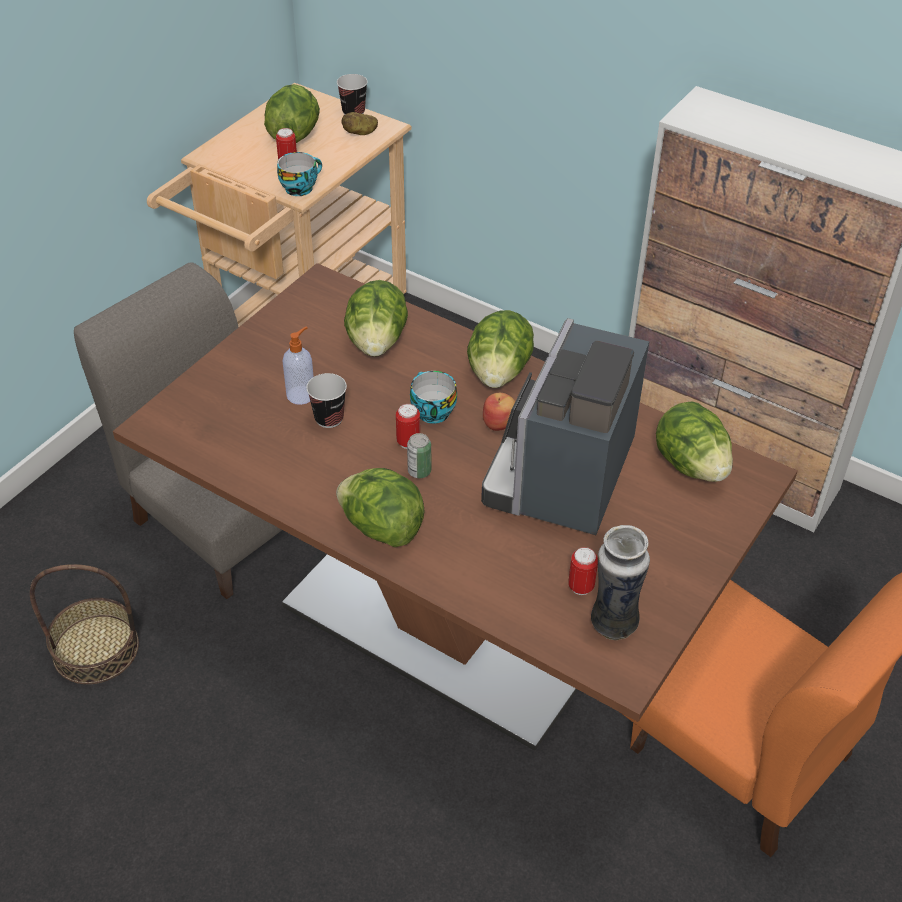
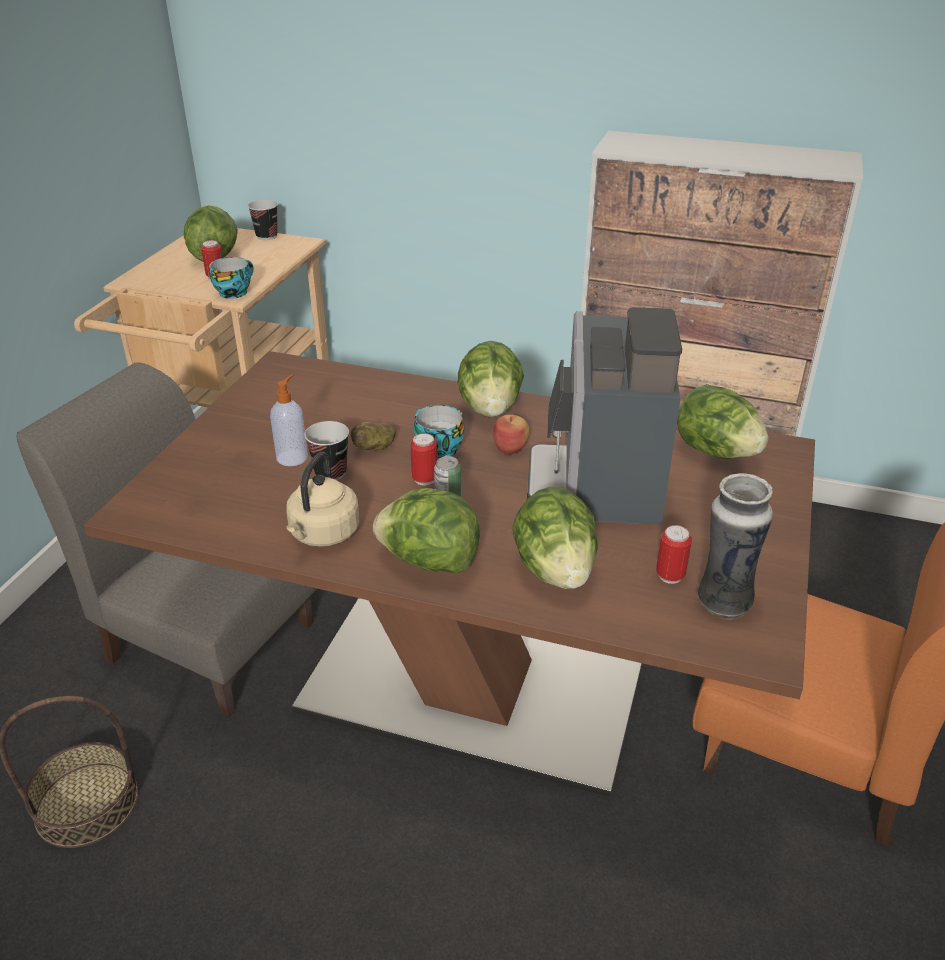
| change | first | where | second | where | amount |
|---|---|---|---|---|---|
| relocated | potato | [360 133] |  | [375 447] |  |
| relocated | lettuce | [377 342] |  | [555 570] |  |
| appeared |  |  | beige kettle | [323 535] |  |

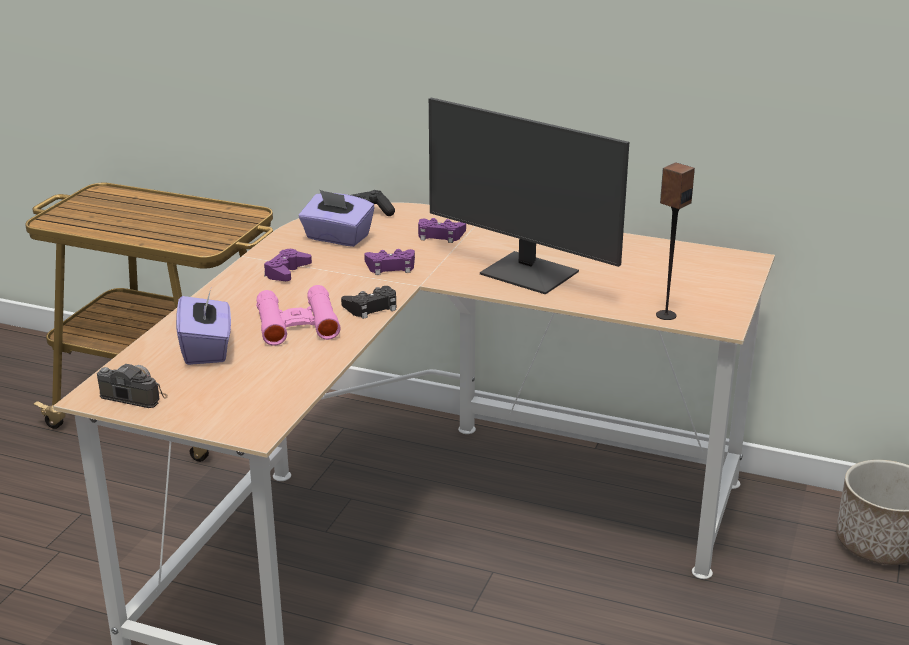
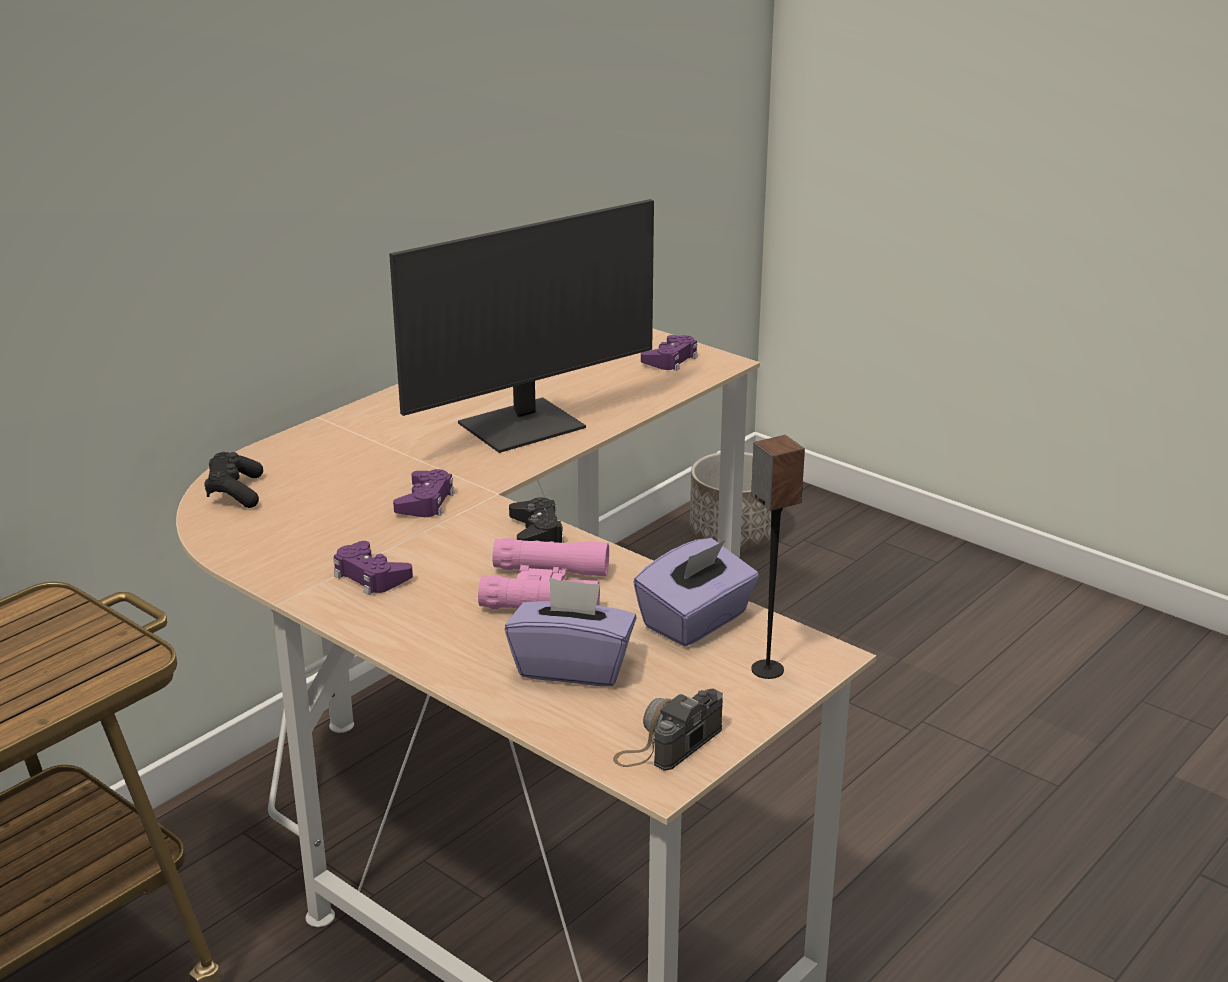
| change | first | where | second | where | amount |
|---|---|---|---|---|---|
| relocated | purple tissue box | [337 238] |  | [696 621] |  |
| relocated | purple game controller | [440 235] |  | [670 359] |  |
| relocated | speaker | [665 315] |  | [766 670] |  |

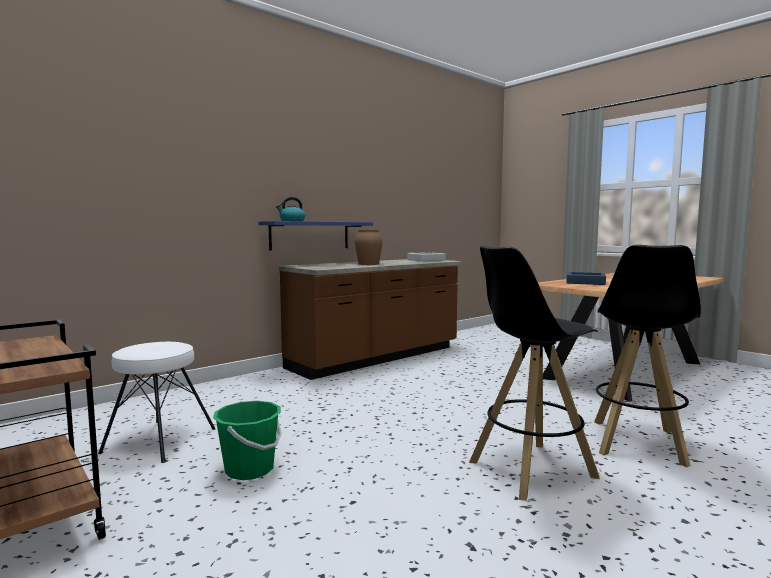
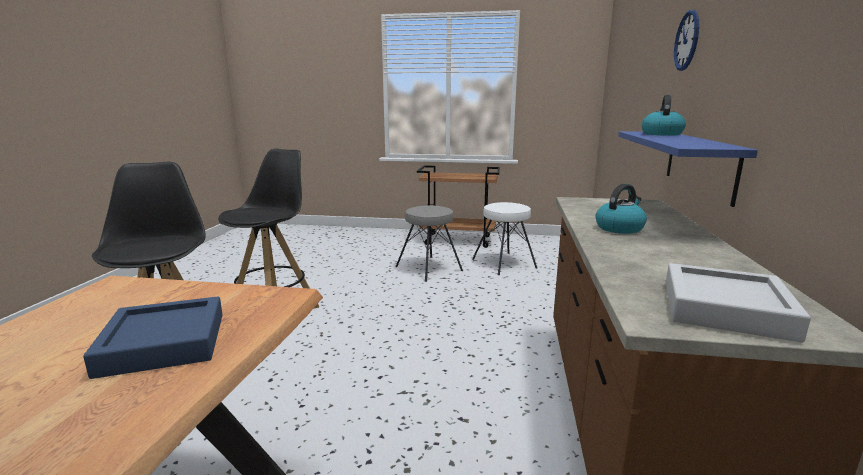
| change | first | where | second | where | amount |
|---|---|---|---|---|---|
| exchanged | green bucket | [249 469] | grey stool | [429 268] |  |
| exchanged | brown vase | [368 264] | kettle | [619 228] |  |
| appeared |  |  | wall clock | [687 40] |  |

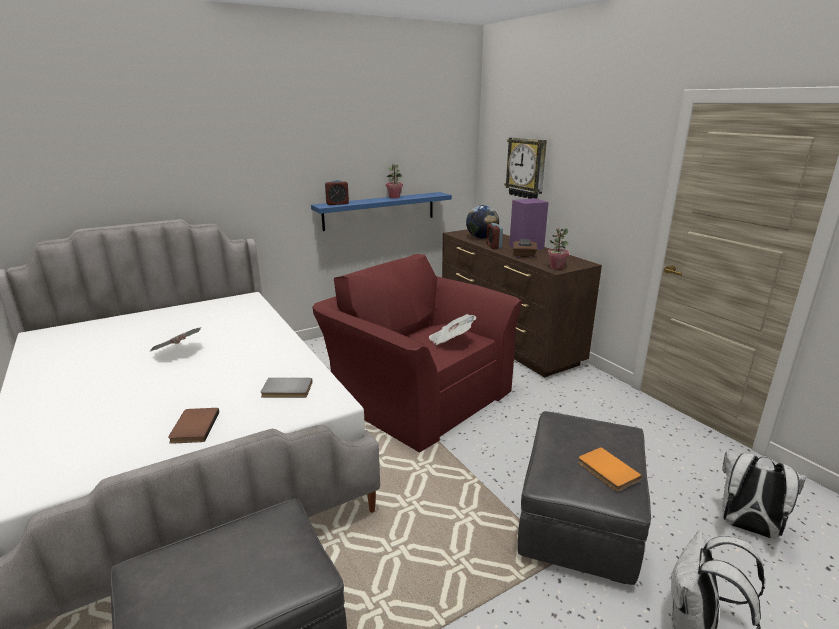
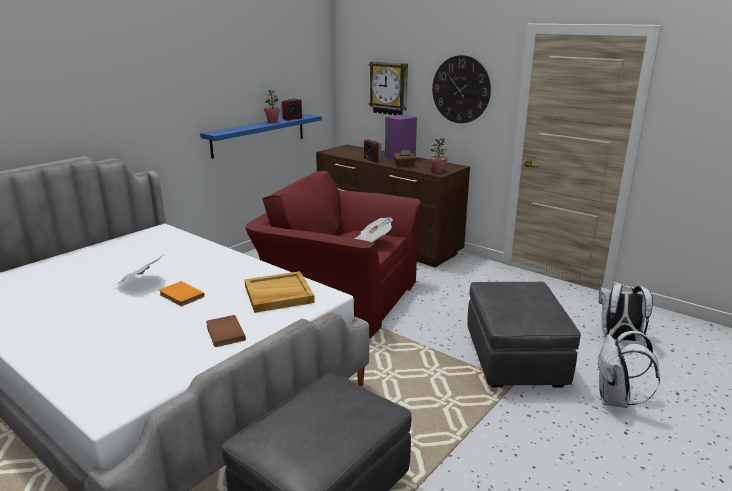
| change | first | where | second | where | amount |
|---|---|---|---|---|---|
| exchanged | grey book | [286 390] | beige tray | [278 294] |  |
| relocated | alarm clock | [337 204] |  | [292 119] |  |
| missing | globe | [481 238] |  |  |  |
| relocated | orange book | [606 471] |  | [180 296] |  |
| appeared |  |  | wall clock | [461 89] |  |

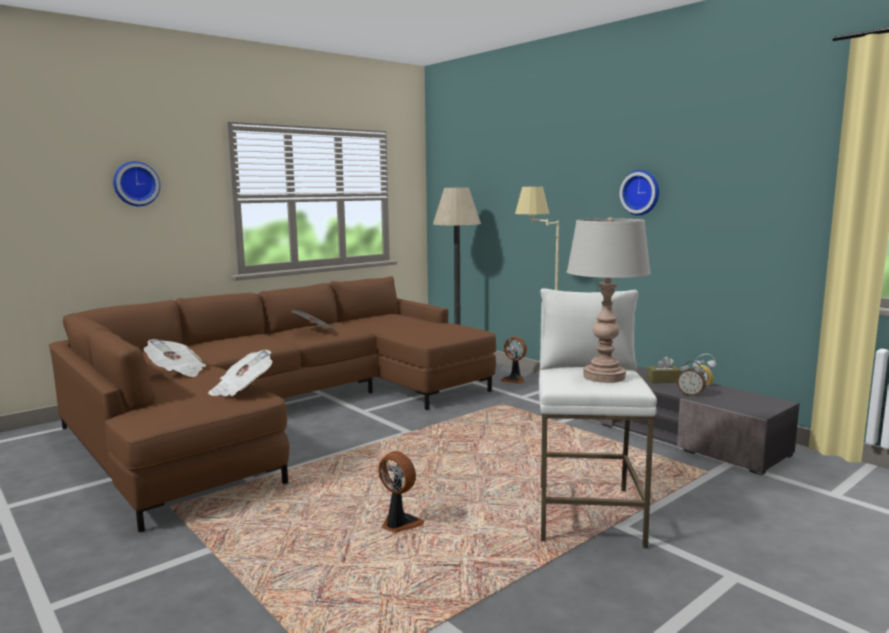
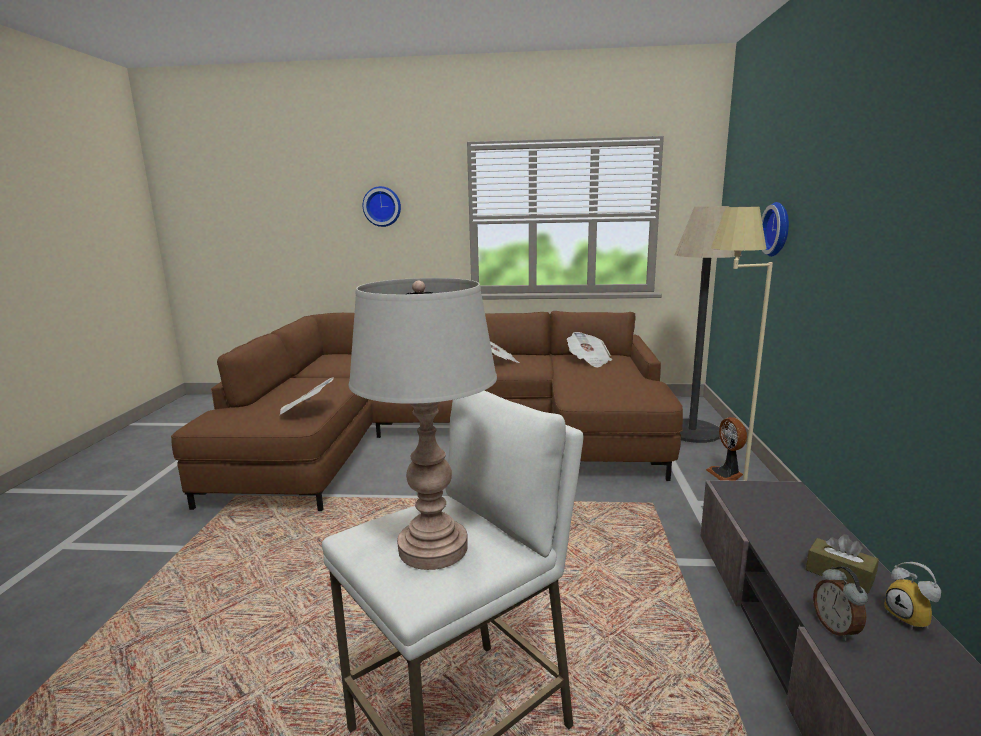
| change | first | where | second | where | amount |
|---|---|---|---|---|---|
| relocated | newspaper | [177 372] |  | [588 361] |  |
| missing | fan | [399 524] |  |  |  |
| relocated | wall clock | [641 192] |  | [778 229] |  |

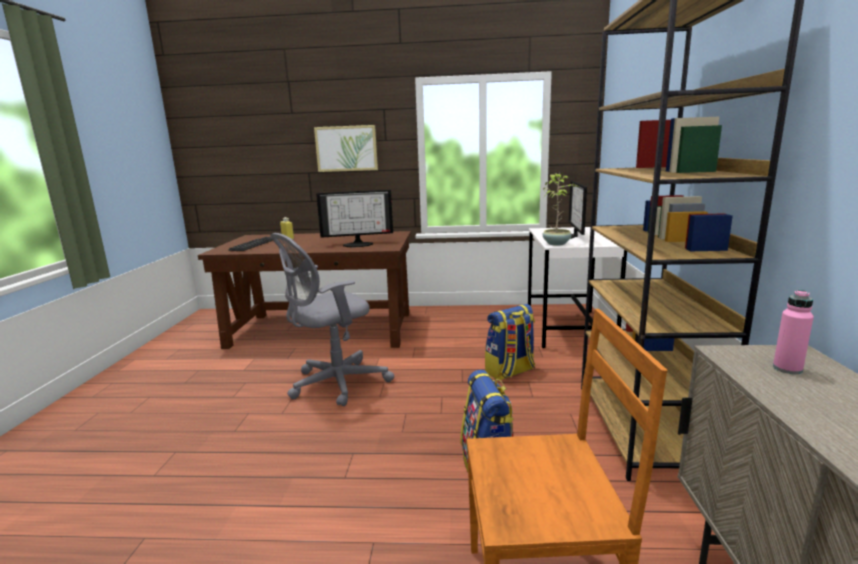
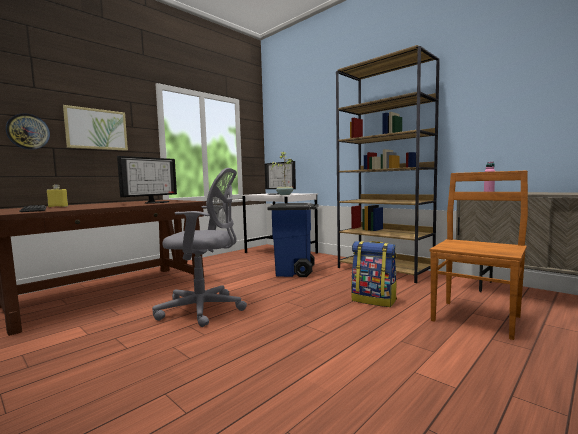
| change | first | where | second | where | amount |
|---|---|---|---|---|---|
| spun | grey office chair | [334 384] |  | [205 309] | 90 degrees counterclockwise |
| exchanged | backpack | [510 372] | blue trash can | [295 272] |  |
| appeared |  |  | wall clock | [28 131] |  |

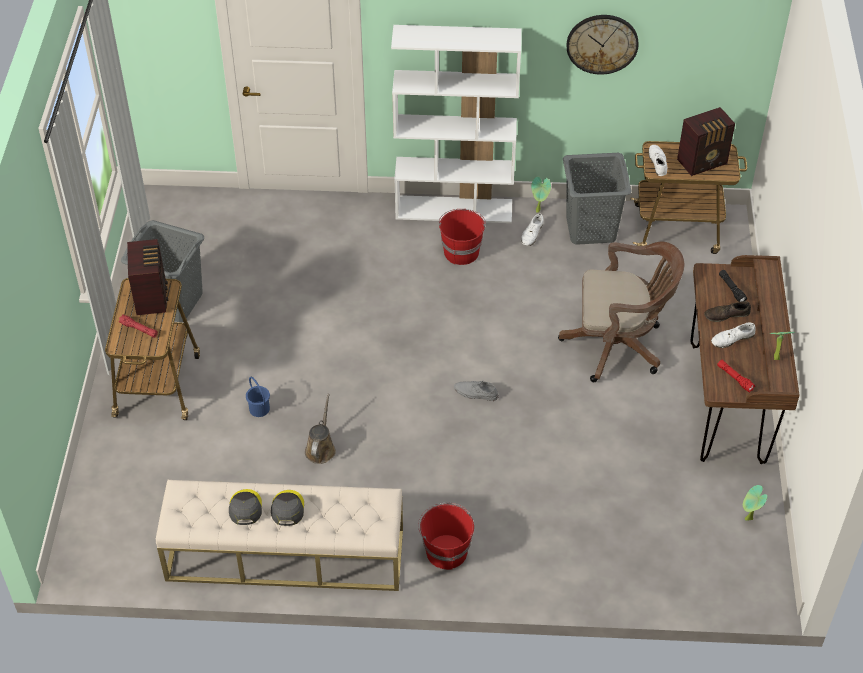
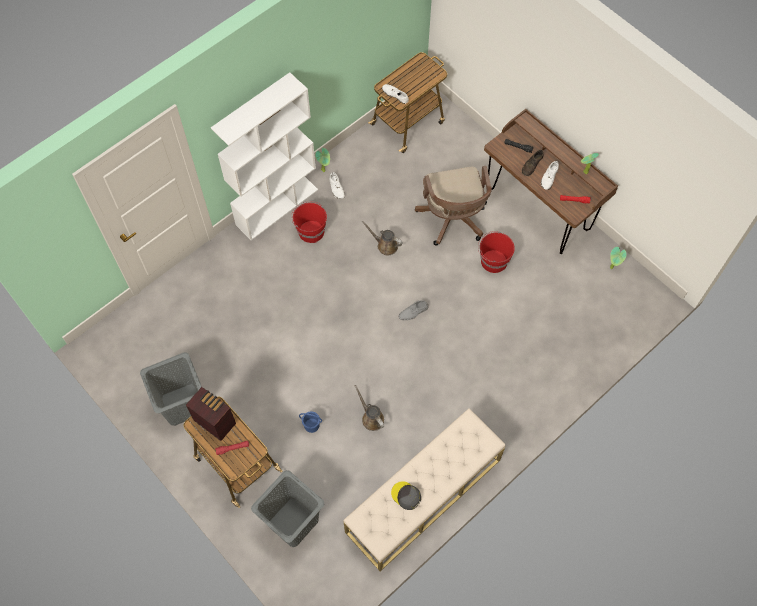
| change | first | where | second | where | amount |
|---|---|---|---|---|---|
| missing | grey cap | [287 508] |  |  |  |
| relocated | red bucket | [446 551] |  | [493 261] |  |
| spun | brown office chair | [618 345] |  | [453 220] | 120 degrees clockwise |
| relocated | grey laundry basket | [590 228] |  | [292 521] |  |
| missing | wall clock | [602 43] |  |  |  |
| missing | radio | [703 162] |  |  |  |
| appeared |  |  | brown watering can | [385 245] |  |

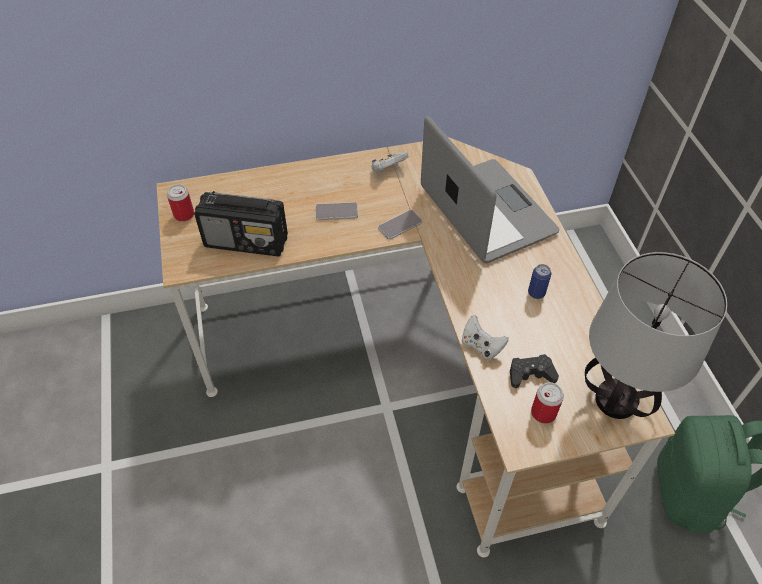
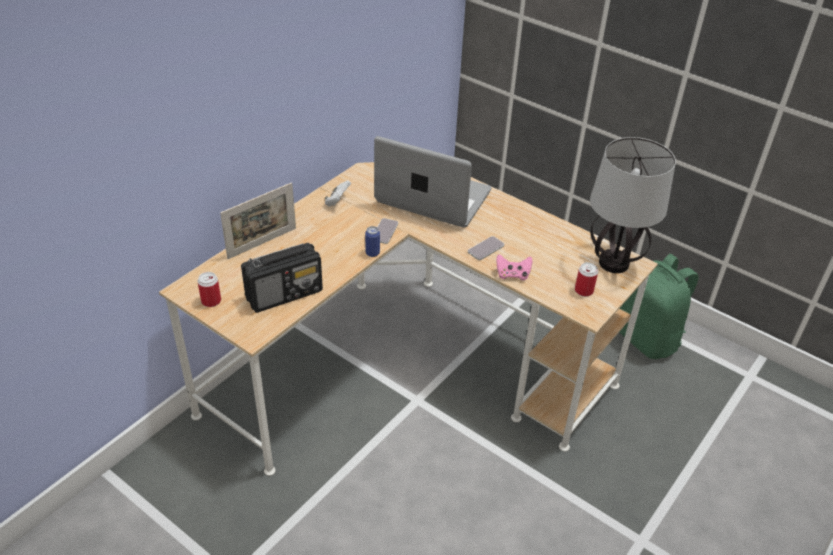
| change | first | where | second | where | amount |
|---|---|---|---|---|---|
| relocated | phone | [336 212] |  | [486 249] |  |
| colour | white game controller | [481 346] | pink game controller | [512 275] |  |
| missing | black game controller | [530 374] |  |  |  |
| relocated | can | [536 293] |  | [372 253] |  |
| appeared |  |  | picture frame | [262 243] |  |

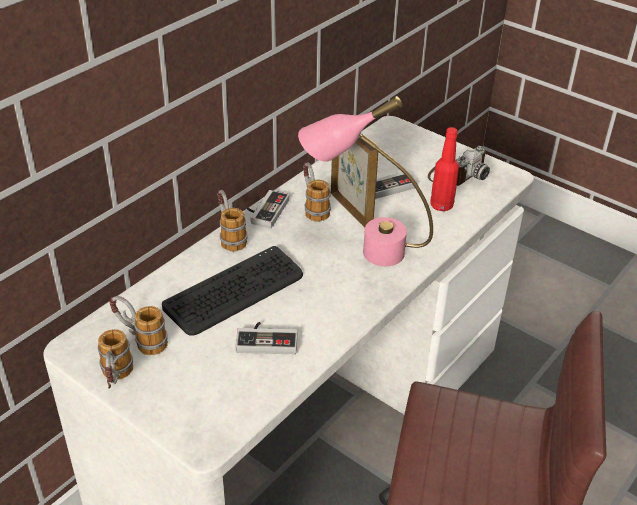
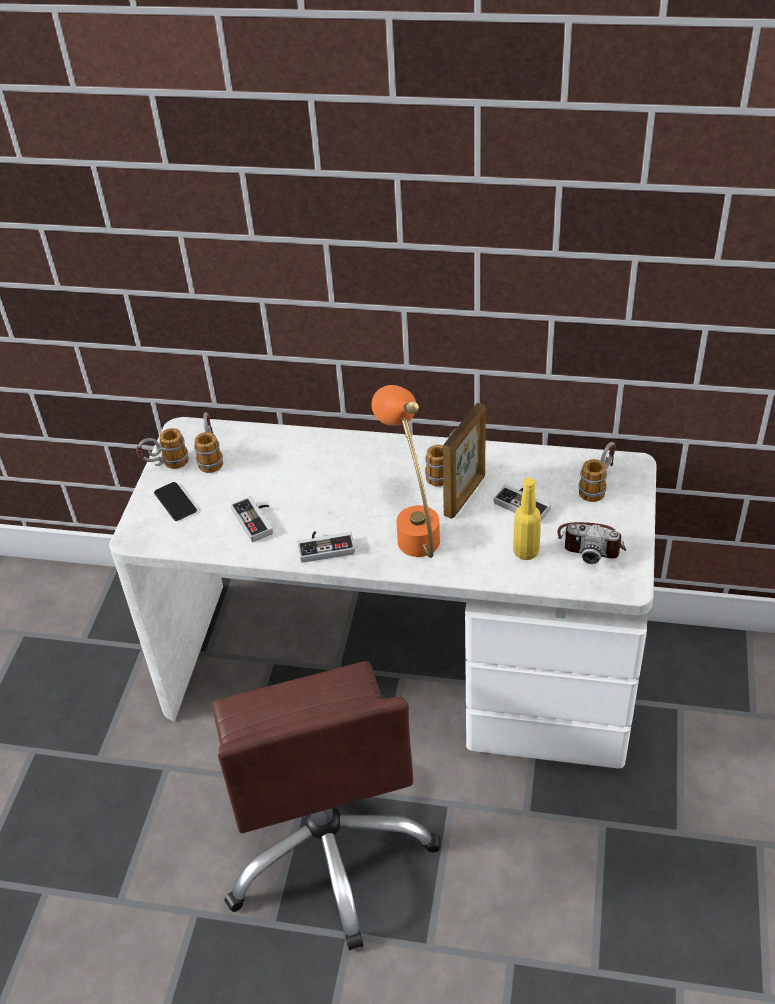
| change | first | where | second | where | amount |
|---|---|---|---|---|---|
| missing | keyboard | [235 292] |  |  |  |
| relocated | mug | [229 236] |  | [598 486] |  |
| relocated | game controller | [265 210] |  | [325 546] |  |
| colour | pink table lamp | [363 249] | orange table lamp | [412 526] |  |
| colour | red bottle | [441 205] | yellow bottle | [526 552] |  |
| appeared |  |  | phone | [175 502] |  |

